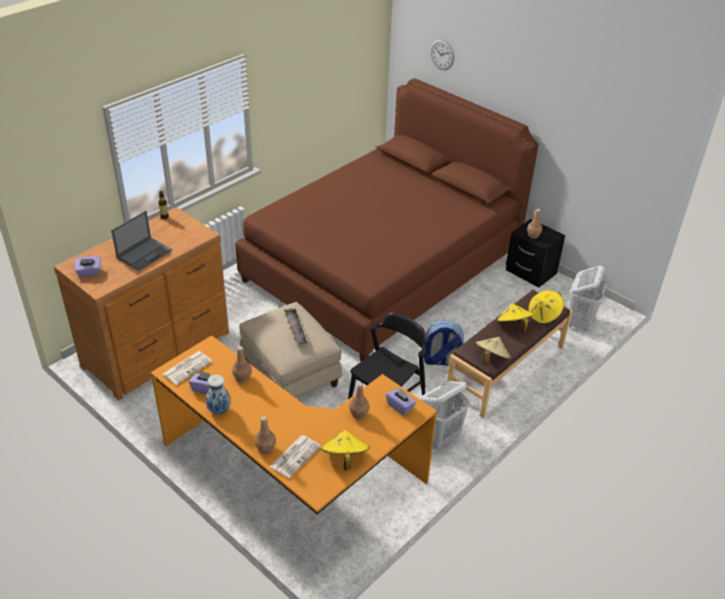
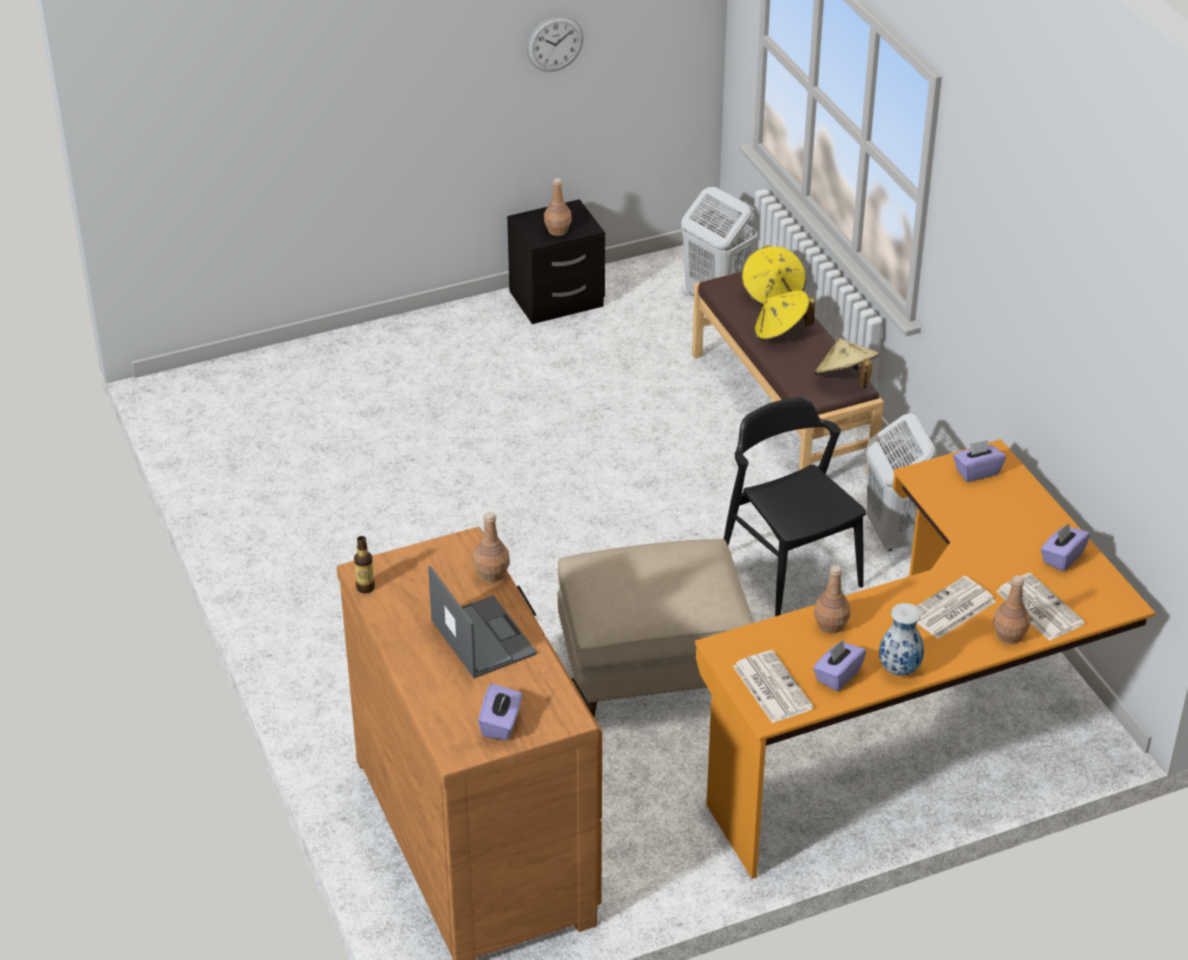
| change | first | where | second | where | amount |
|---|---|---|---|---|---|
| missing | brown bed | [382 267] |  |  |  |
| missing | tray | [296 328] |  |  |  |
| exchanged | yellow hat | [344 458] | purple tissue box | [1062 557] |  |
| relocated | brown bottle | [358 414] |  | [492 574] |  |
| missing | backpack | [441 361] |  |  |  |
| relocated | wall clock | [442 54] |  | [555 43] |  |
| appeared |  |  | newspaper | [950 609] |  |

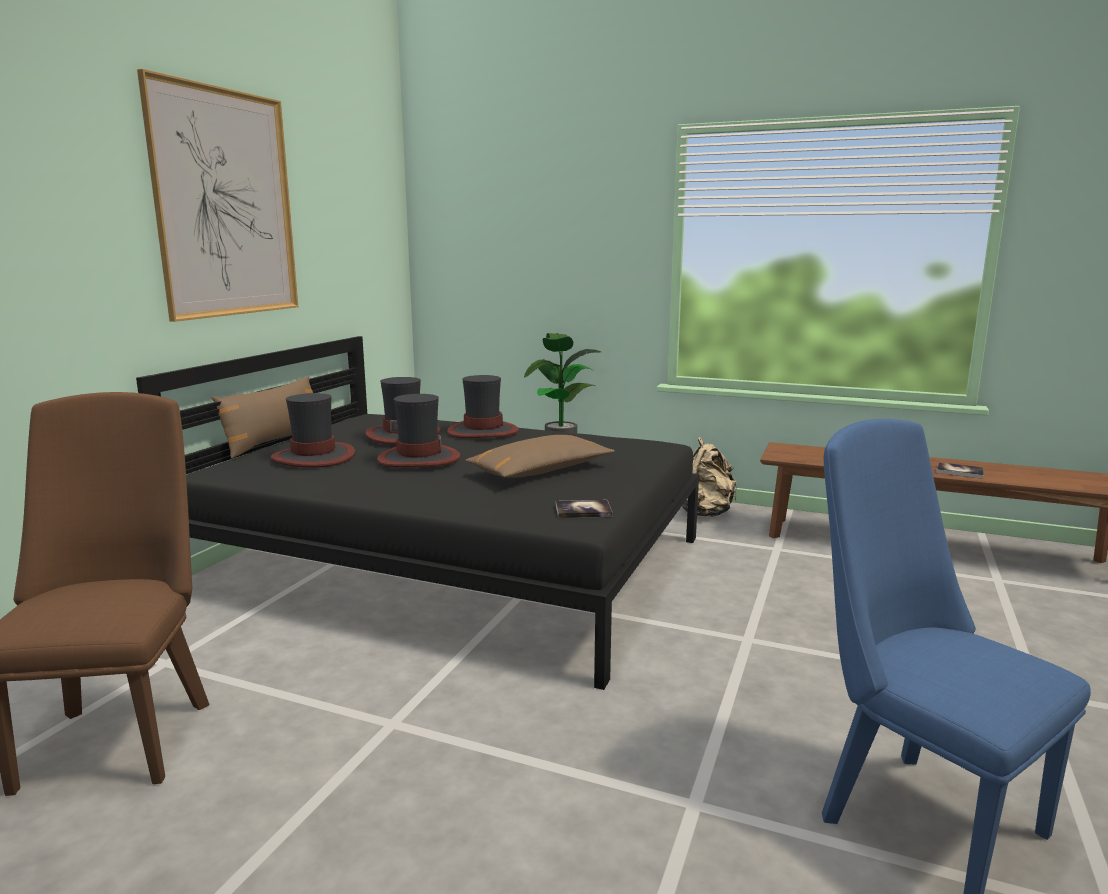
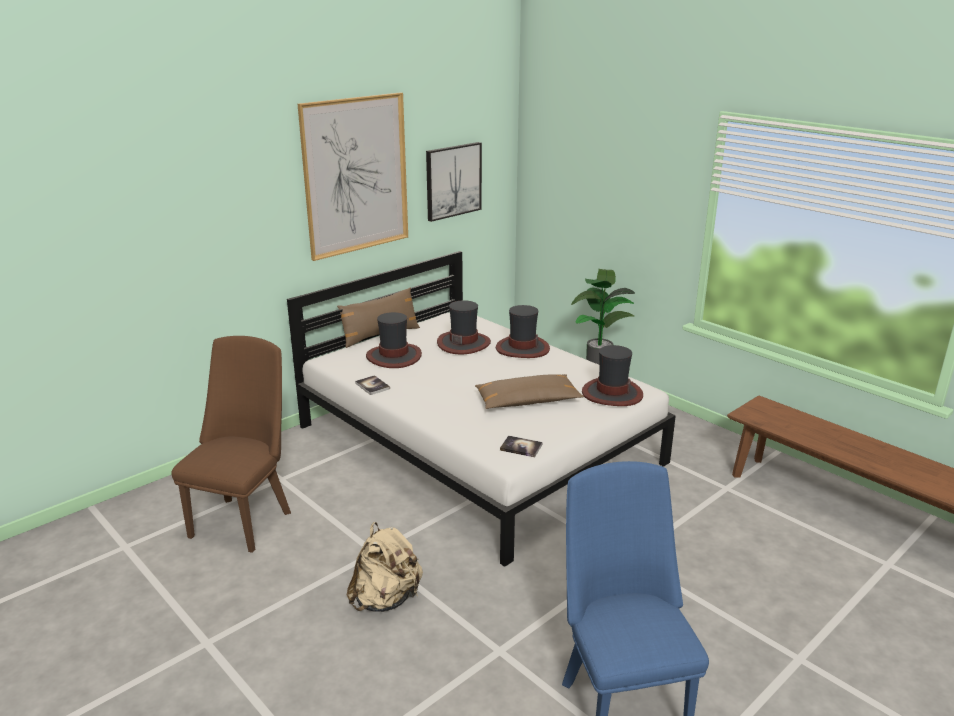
| change | first | where | second | where | amount |
|---|---|---|---|---|---|
| colour | black bed | [452 562] | white bed | [478 443] |  |
| relocated | hat | [418 458] |  | [611 393] |  |
| relocated | beige backpack | [706 513] |  | [386 599] |  |
| relocated | book | [959 471] |  | [372 386] |  |
| appeared |  |  | picture | [453 181] |  |

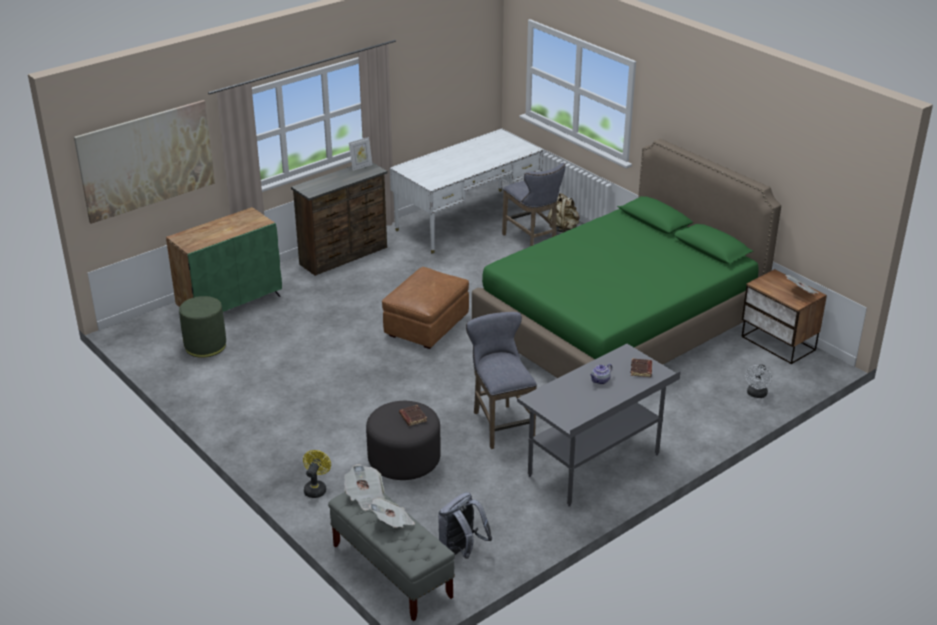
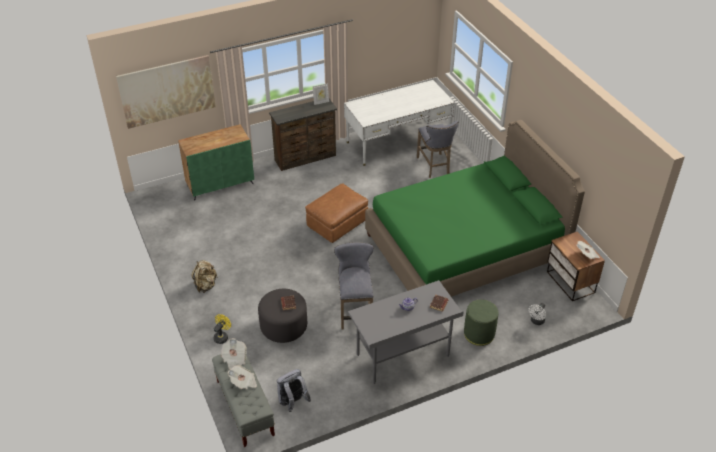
| change | first | where | second | where | amount |
|---|---|---|---|---|---|
| relocated | green ottoman | [205 346] |  | [479 334] |  |
| relocated | beige backpack | [564 228] |  | [205 285] |  |

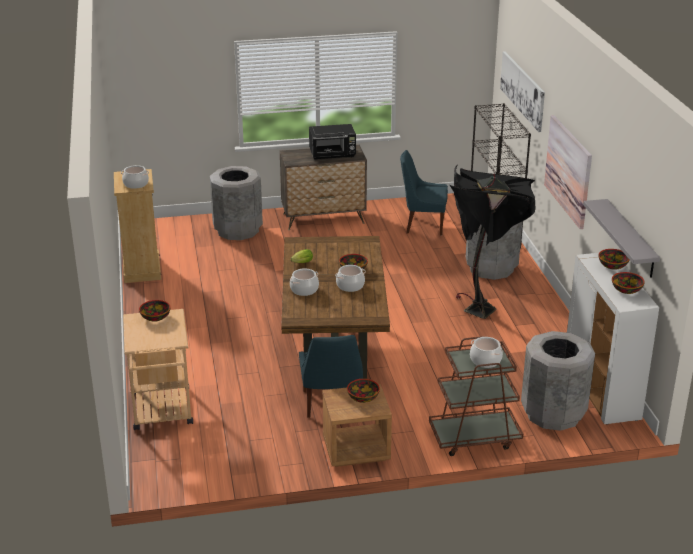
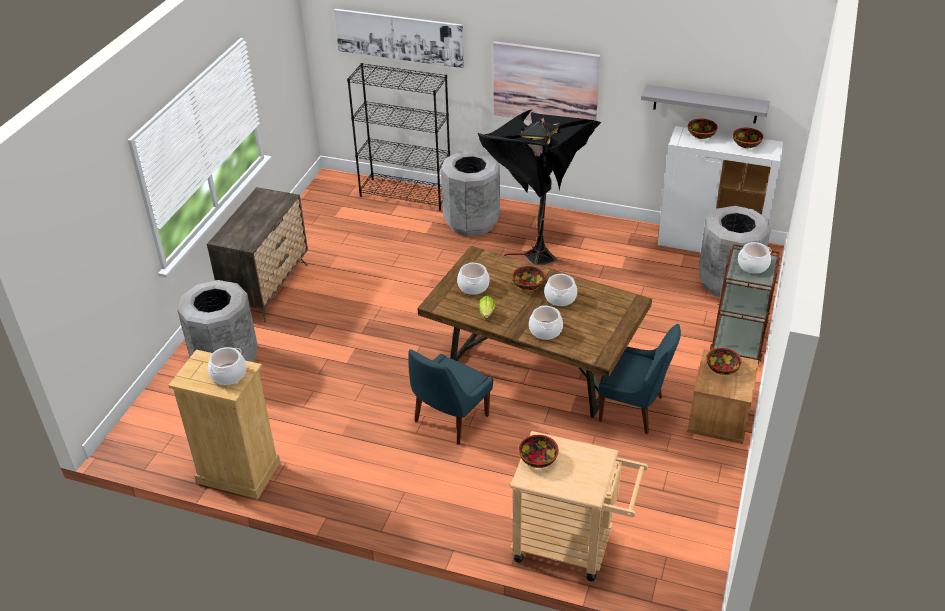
| change | first | where | second | where | amount |
|---|---|---|---|---|---|
| missing | black microwave | [333 155] |  |  |  |
| relocated | blue chair | [423 225] |  | [449 420] |  |
| appeared |  |  | cooking pot | [473 286] |  |

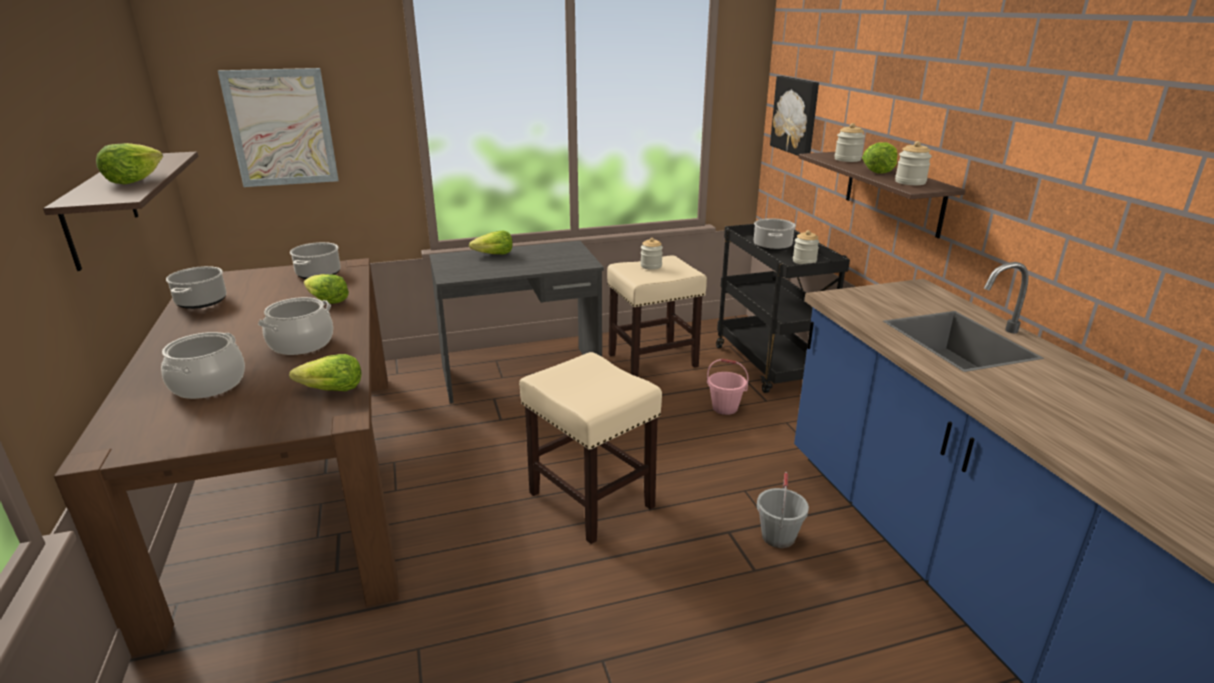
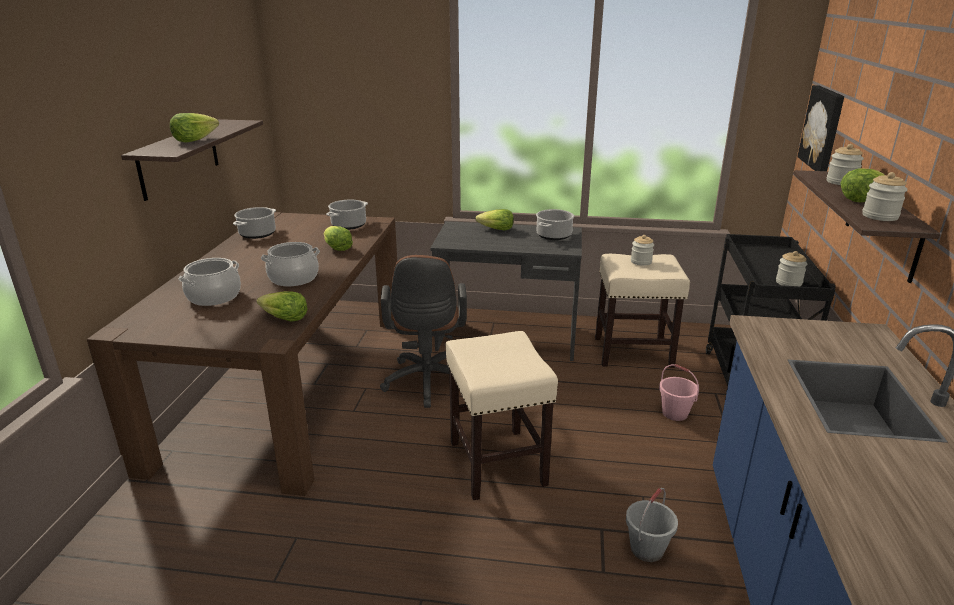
| change | first | where | second | where | amount |
|---|---|---|---|---|---|
| missing | picture | [281 128] |  |  |  |
| relocated | cooking pot | [772 246] |  | [554 236] |  |
| appeared |  |  | brown office chair | [427 384] |  |

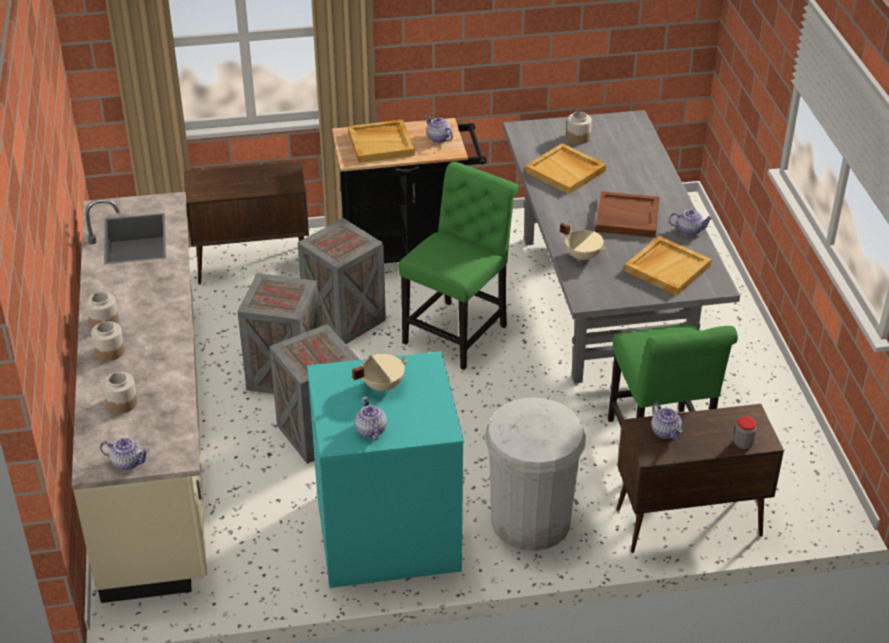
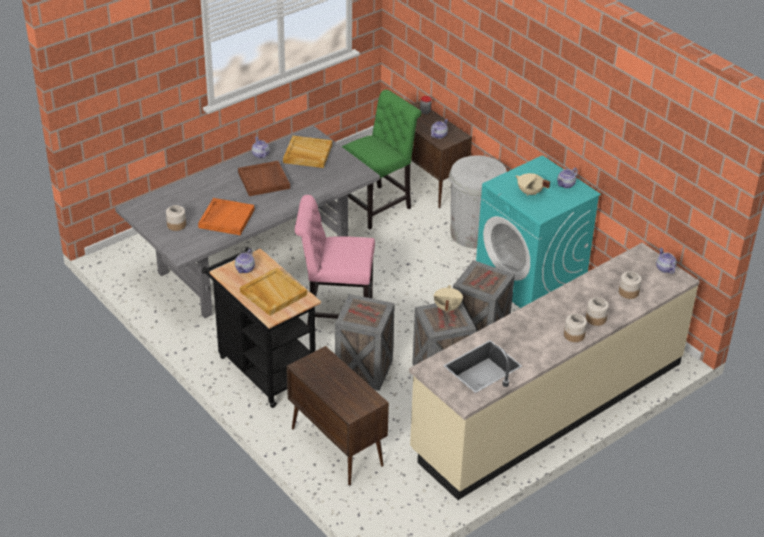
| change | first | where | second | where | amount |
|---|---|---|---|---|---|
| colour | green chair | [459 332] | pink chair | [335 313] |  |
| colour | beige tray | [566 171] | orange tray | [226 218] |  |
| relocated | beige cooking pot | [583 256] |  | [446 308] |  |

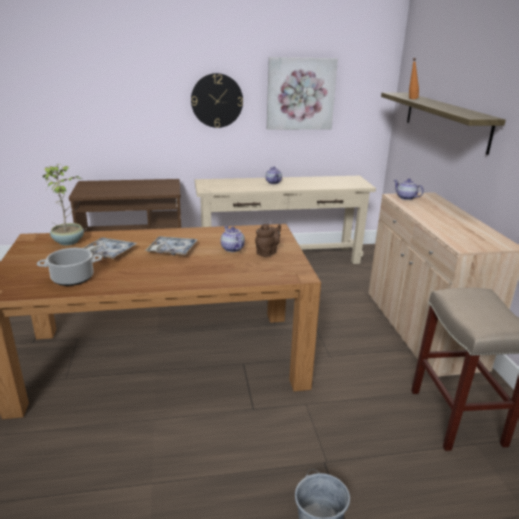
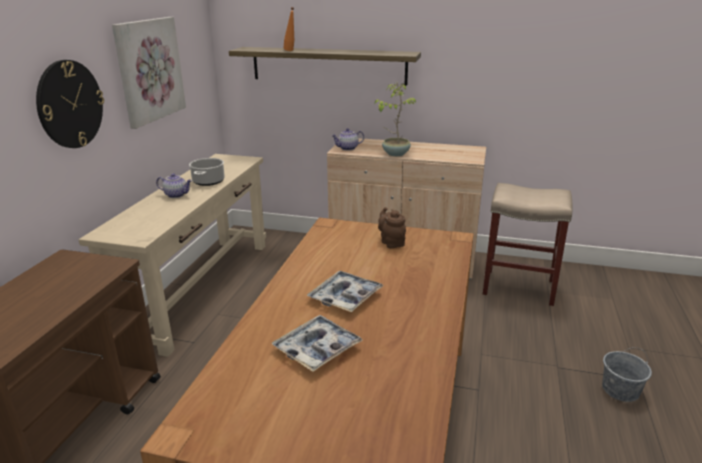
| change | first | where | second | where | amount |
|---|---|---|---|---|---|
| relocated | cooking pot | [73 278] |  | [208 181] |  |
| relocated | potted plant | [69 241] |  | [395 153] |  |
| missing | teapot | [231 249] |  |  |  |

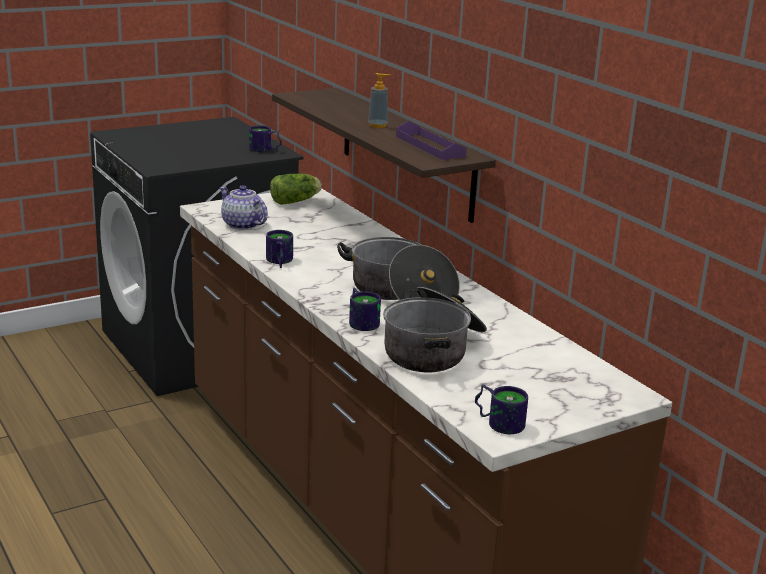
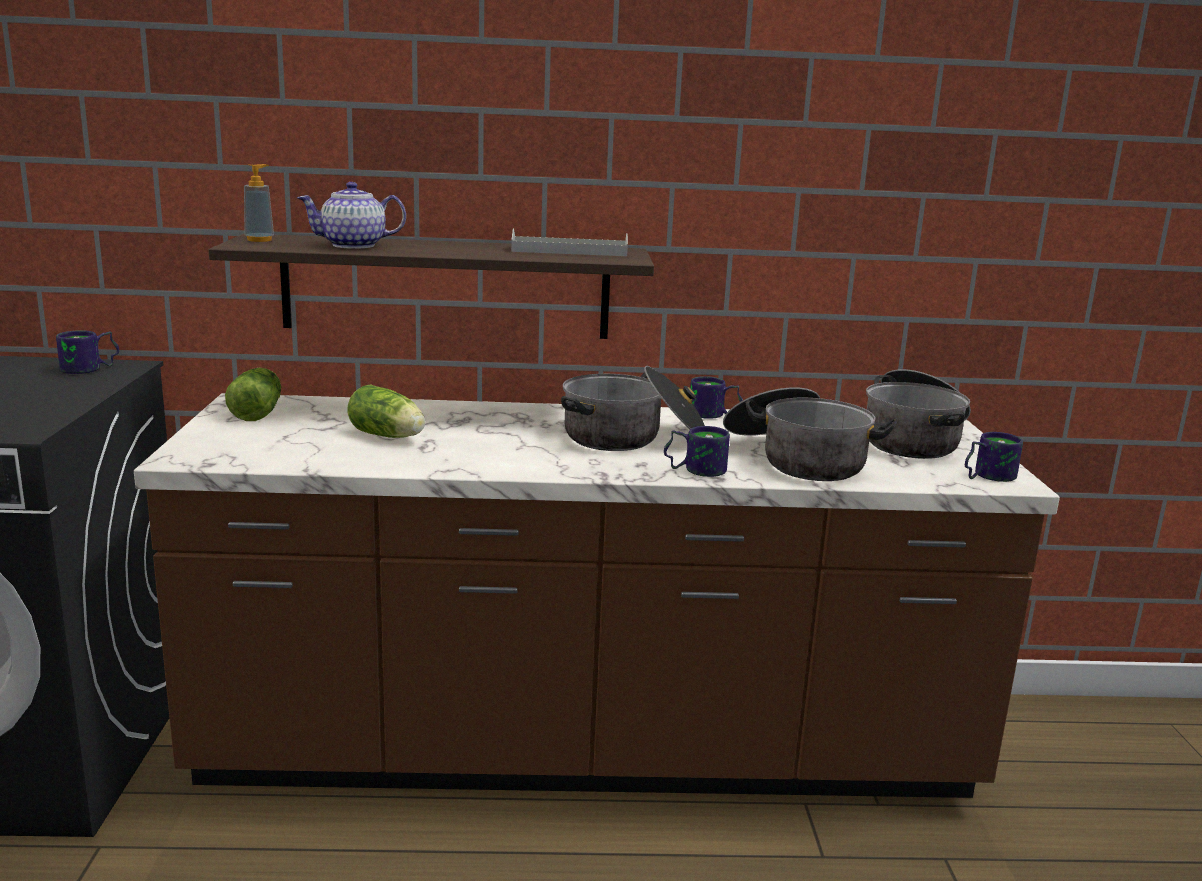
| change | first | where | second | where | amount |
|---|---|---|---|---|---|
| relocated | teapot | [242 225] |  | [354 245] |  |
| relocated | mug | [278 262] |  | [714 416] |  |
| relocated | soap dispenser | [378 125] |  | [259 240] |  |
| colour | purple tray | [430 146] | grey tray | [569 251] |  |
| appeared |  |  | lettuce | [389 436] |  |
| appeared |  |  | cooking pot | [914 439] |  |

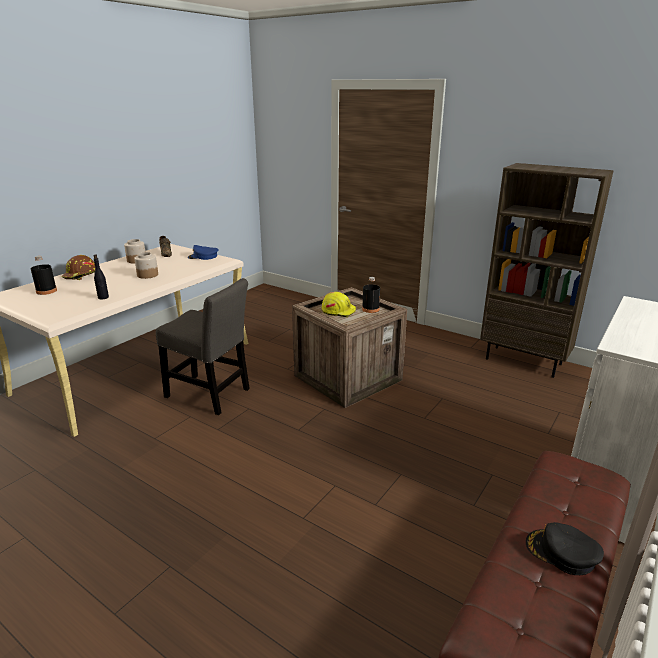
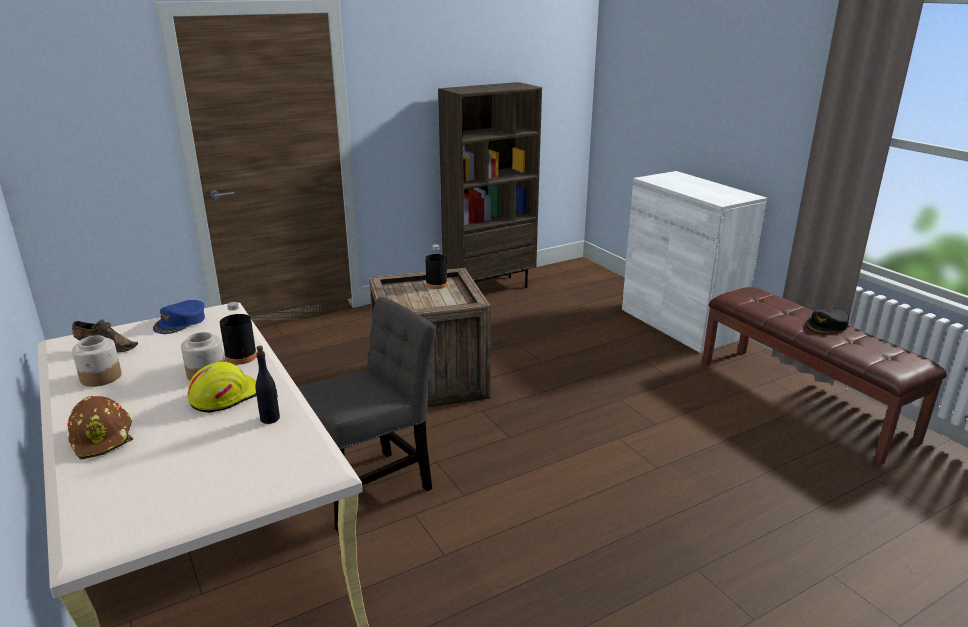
| change | first | where | second | where | amount |
|---|---|---|---|---|---|
| relocated | black bottle | [46 291] |  | [241 357] |  |
| relocated | yellow hard hat | [338 311] |  | [223 396] |  |

